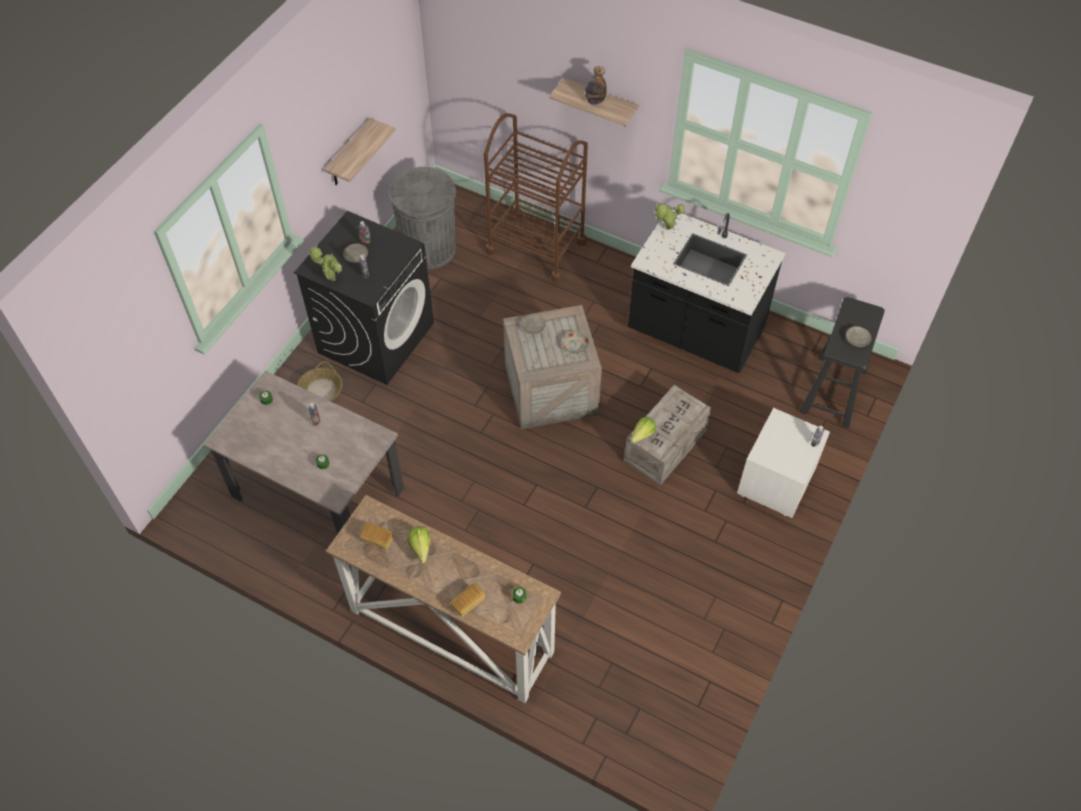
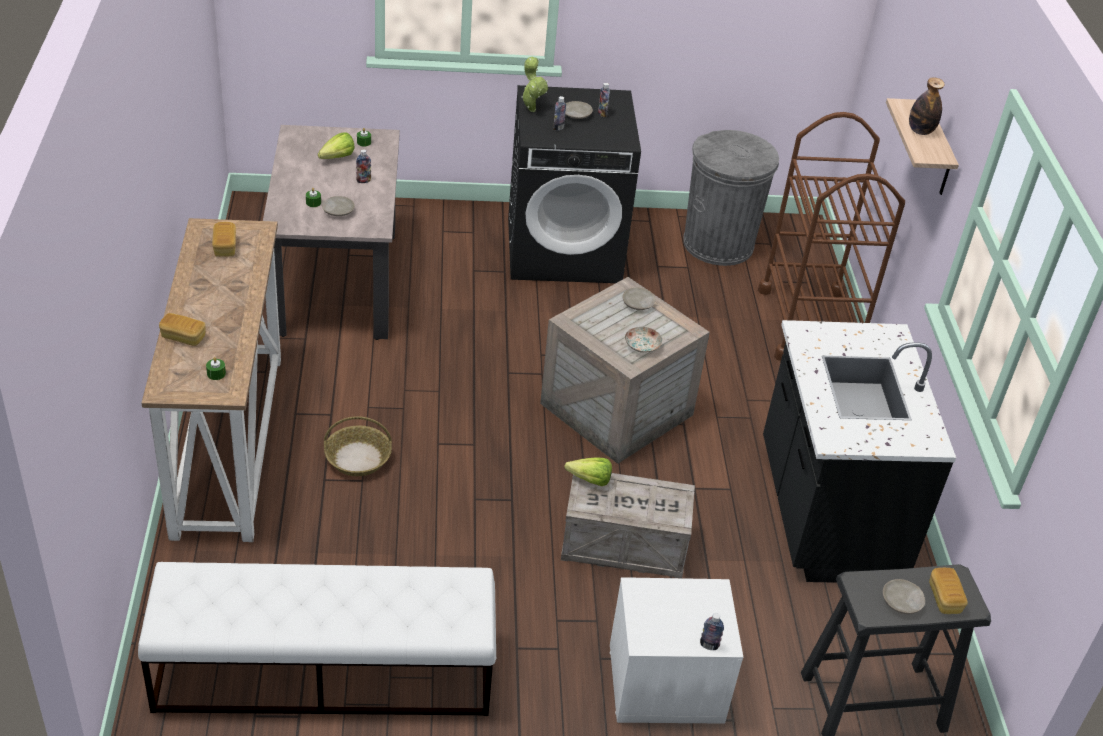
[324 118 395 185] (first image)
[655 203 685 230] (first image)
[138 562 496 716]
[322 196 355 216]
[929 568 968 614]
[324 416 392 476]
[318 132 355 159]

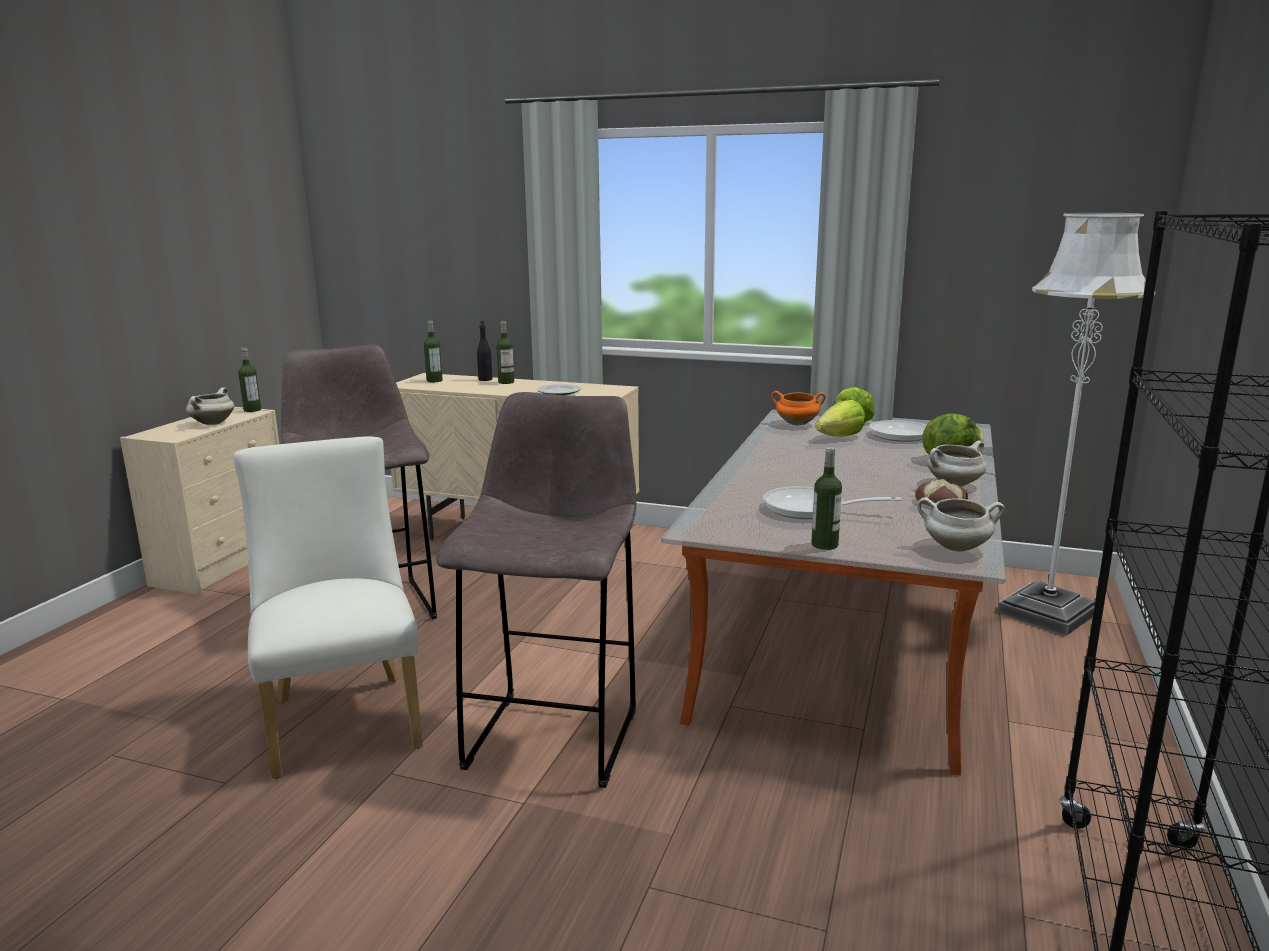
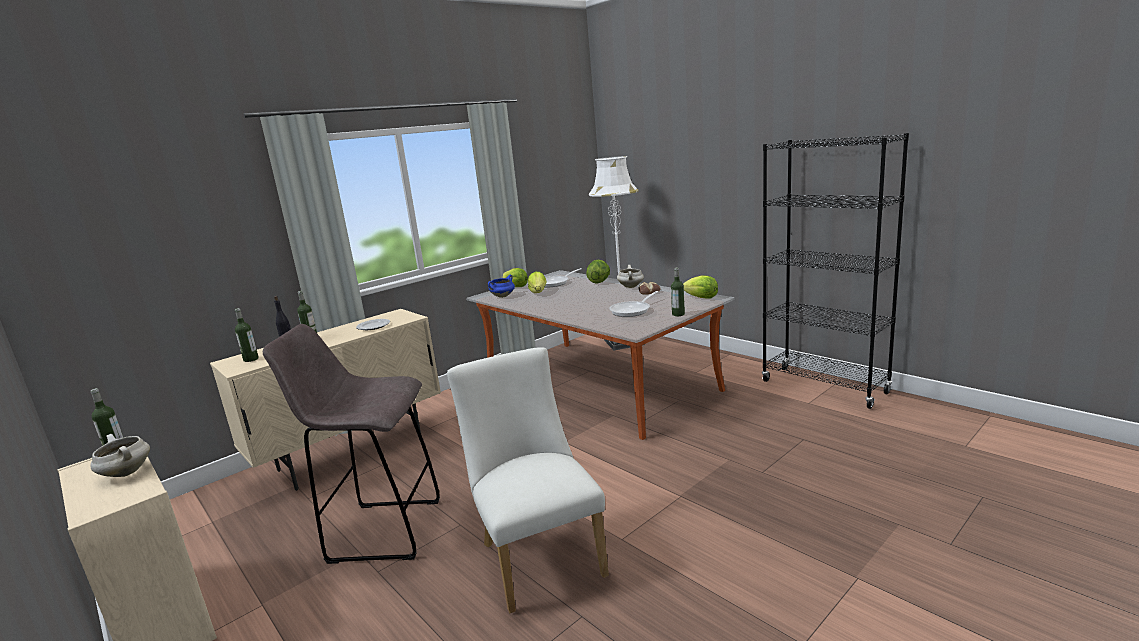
[436 392 636 788] (first image)
[683 275 718 299]
[488 275 515 298]
[447 347 609 613]

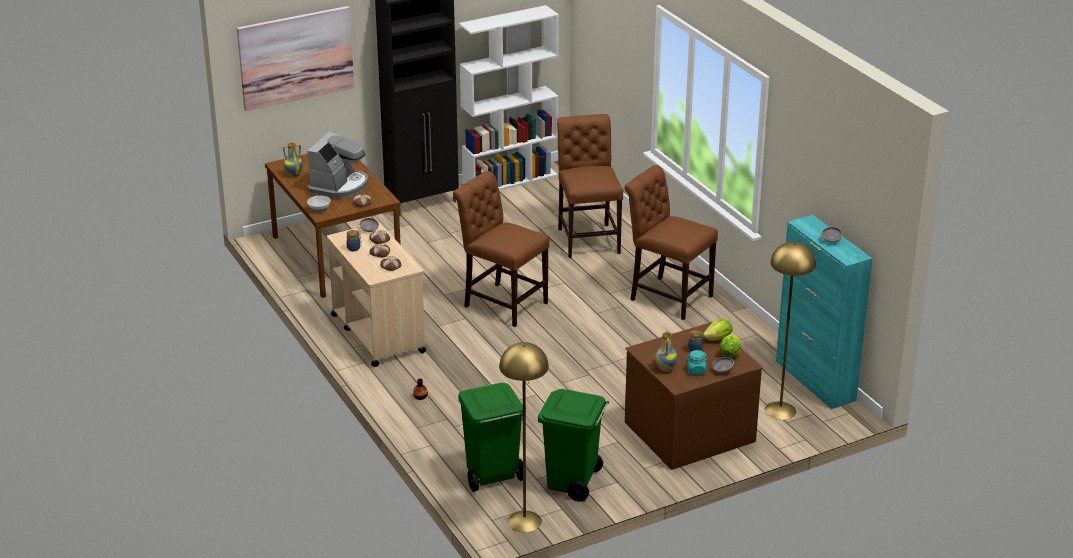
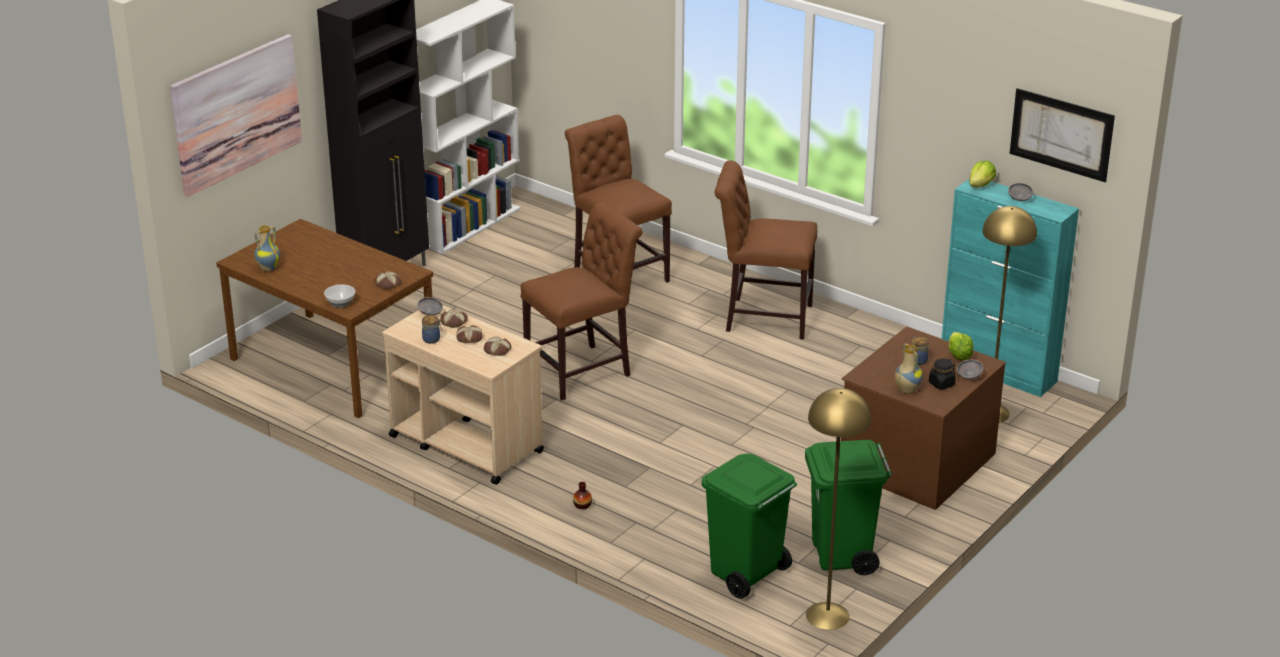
[307 132 368 198] (first image)
[1010 88 1115 182]
[969 160 996 188]
[929 358 956 390]
[521 202 643 400]

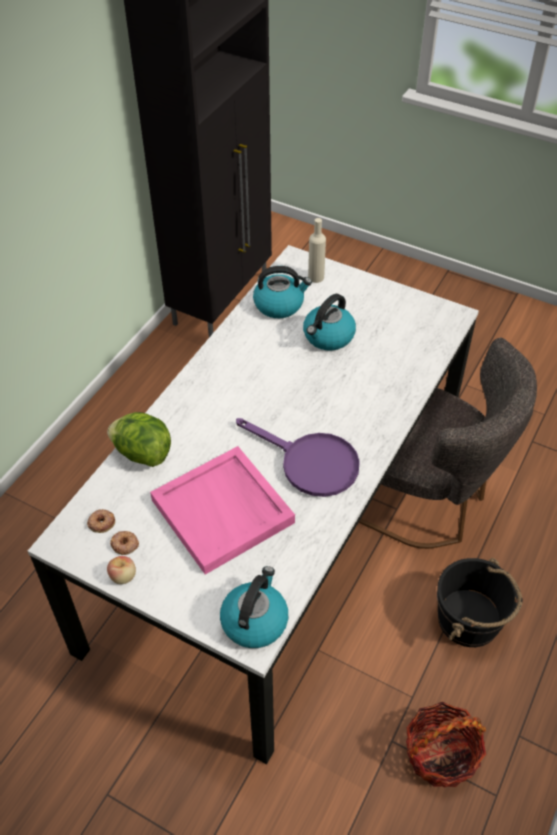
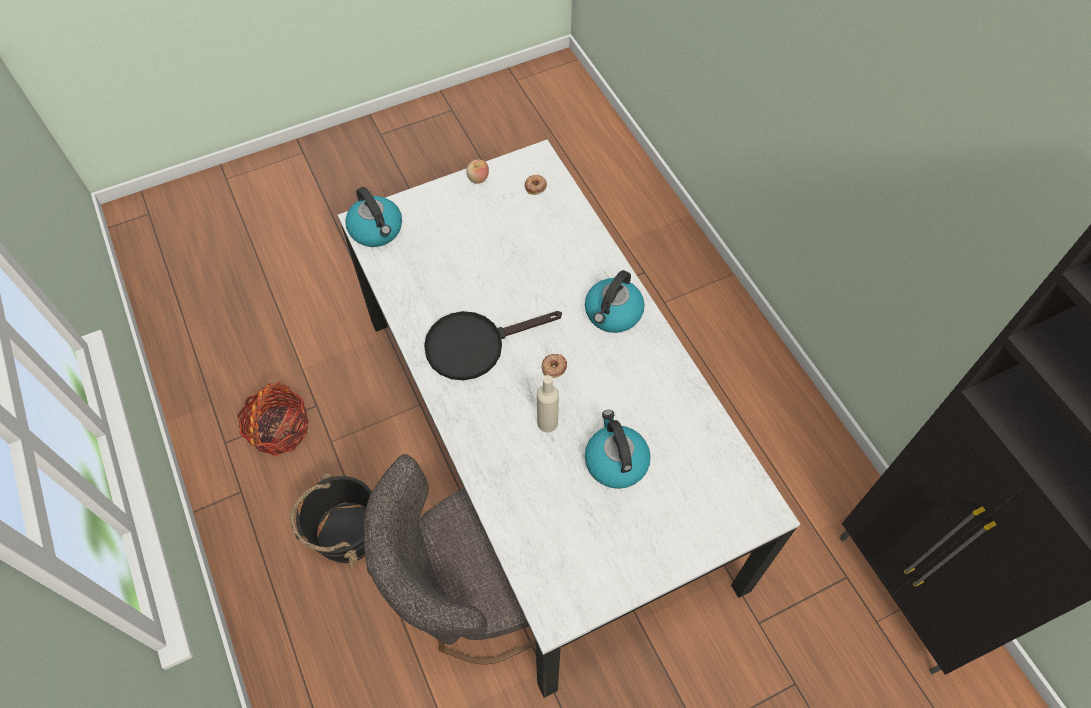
[107 412 171 467] (first image)
[150 446 295 575] (first image)
[542 354 567 378]
[585 270 644 333]
[537 375 559 433]
[424 311 562 380]

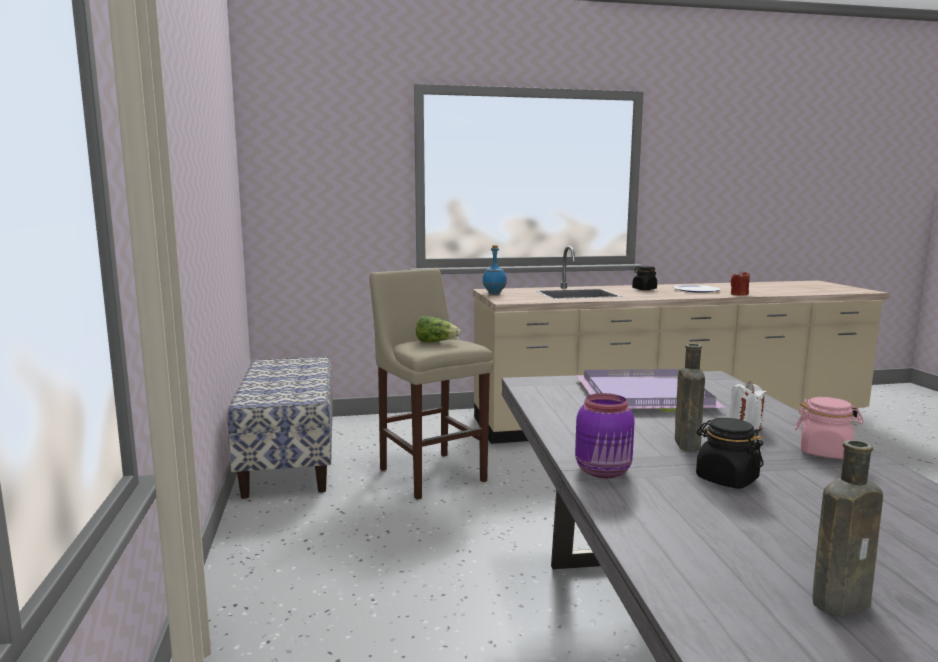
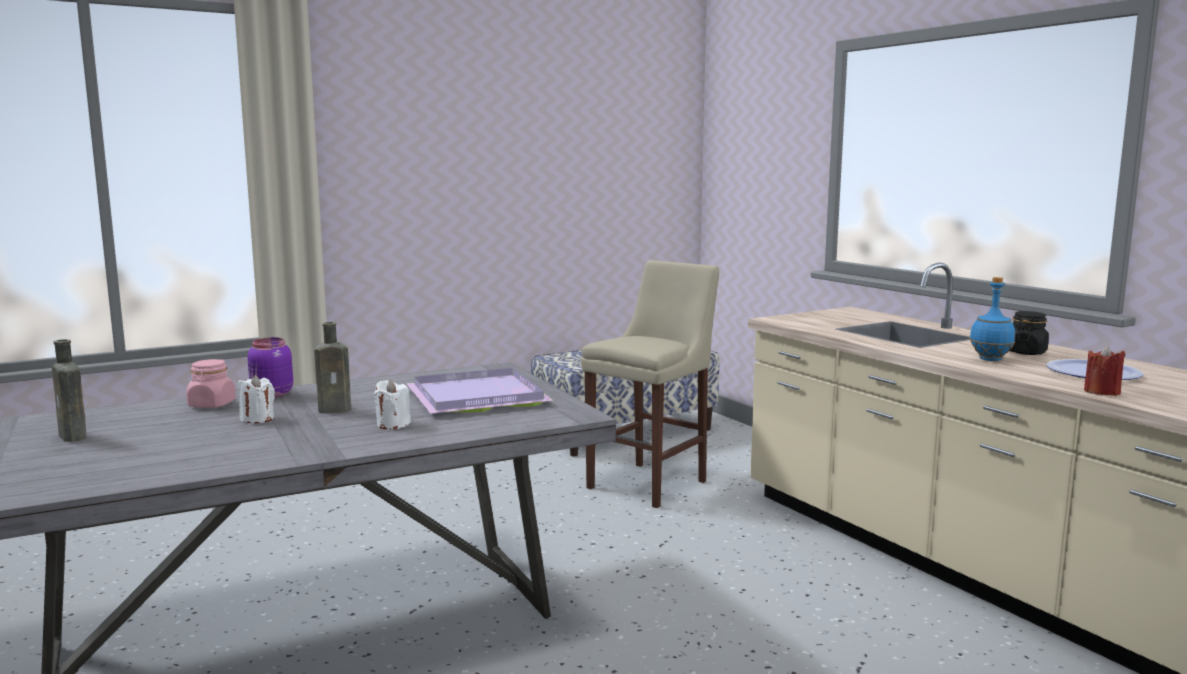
[416 316 461 342] (first image)
[970 277 1015 361]
[186 359 236 408]
[238 375 275 423]

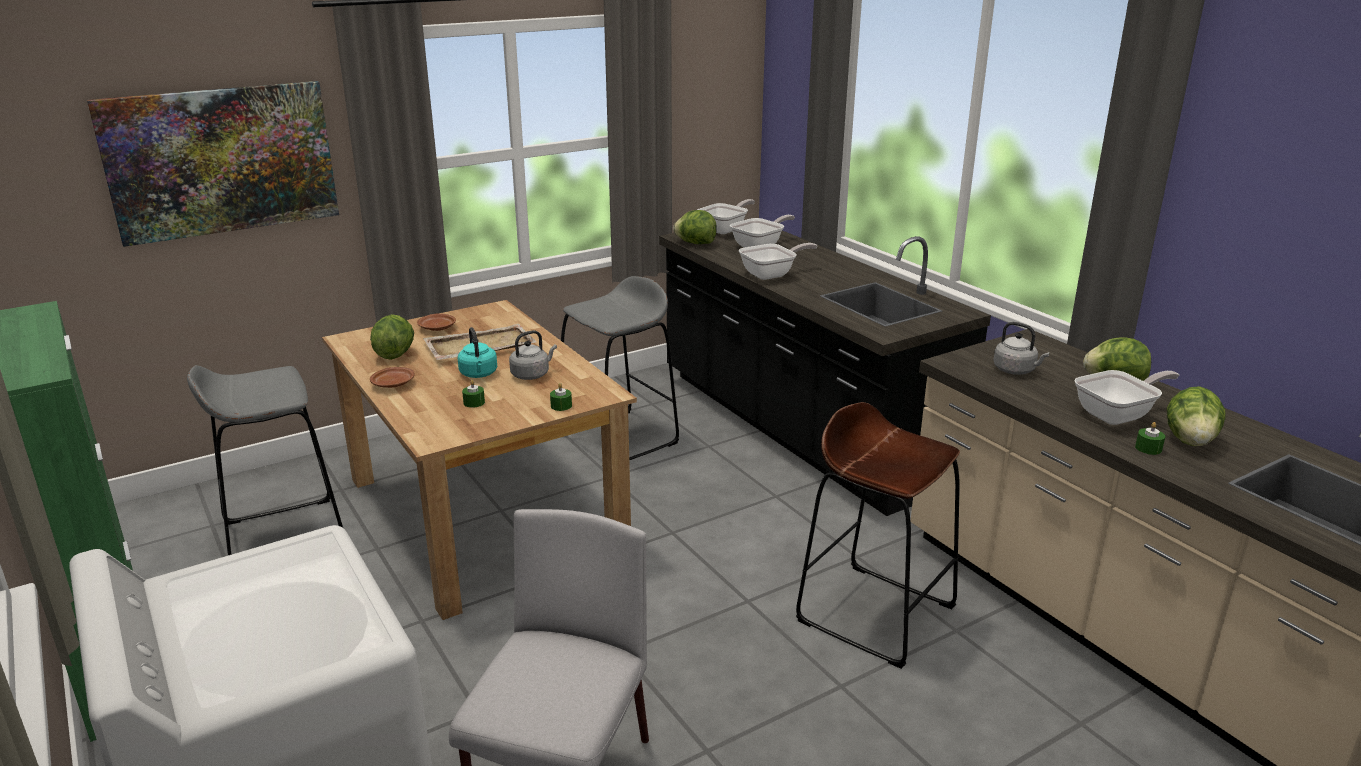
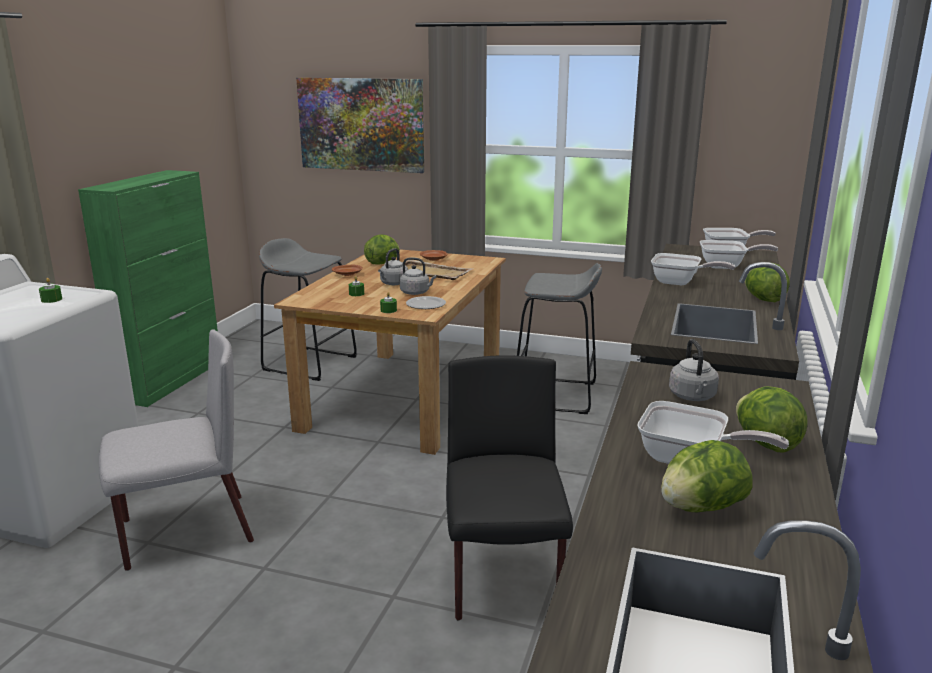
[406 296 446 309]
[745 262 790 302]
[39 278 62 303]
[446 355 573 621]
[378 248 408 285]

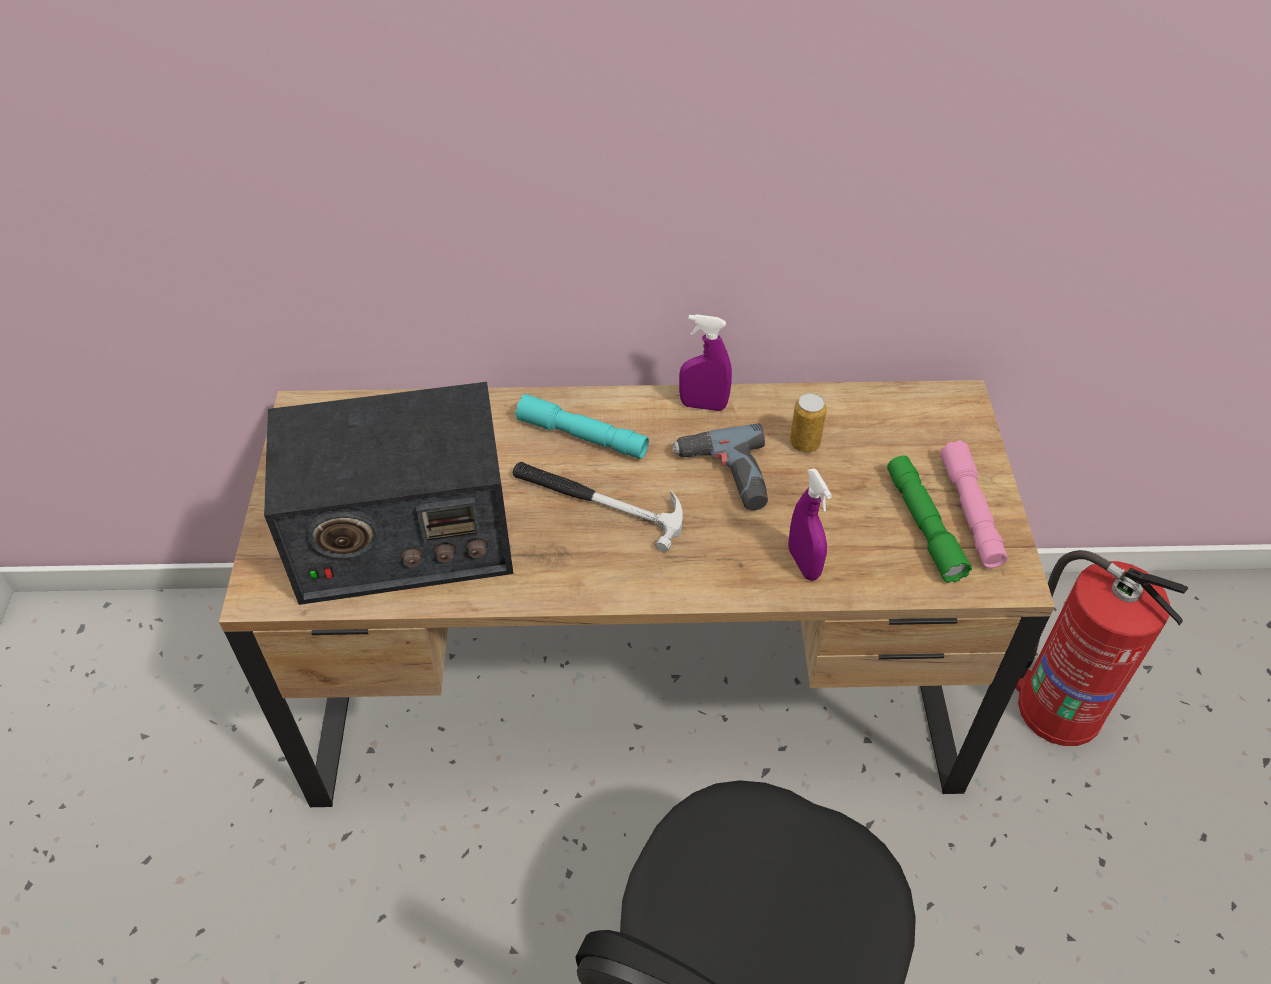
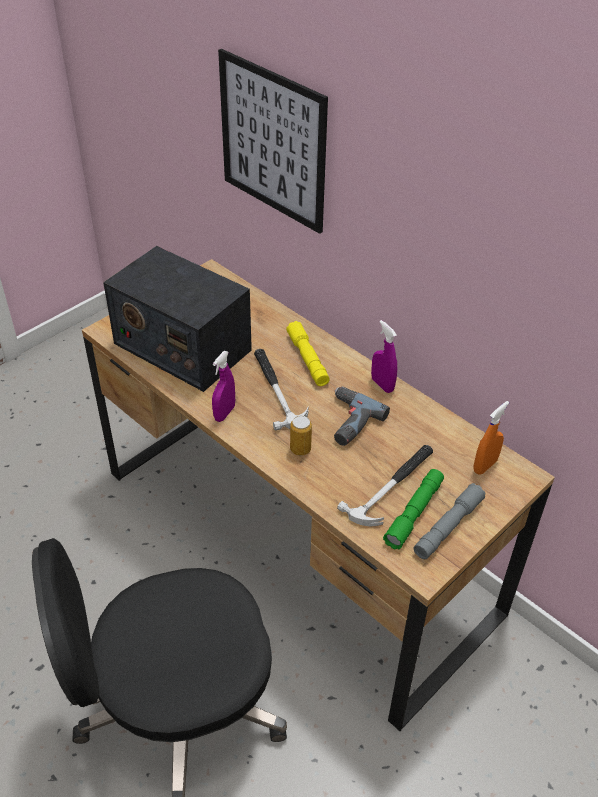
[1015 550 1188 746] (first image)
[218 49 328 234]
[337 445 433 526]
[474 401 509 474]
[212 351 235 422]
[290 416 312 456]
[286 321 330 386]
[414 483 486 559]

